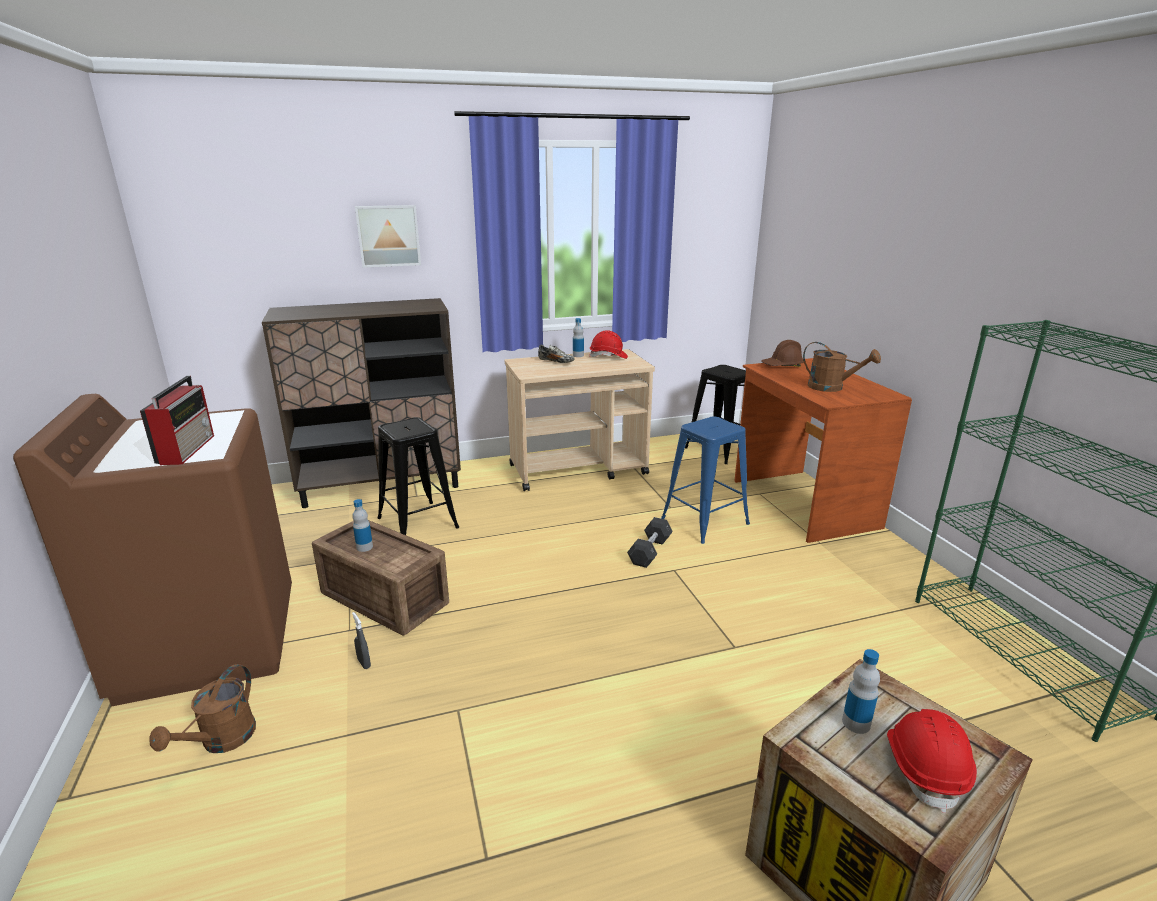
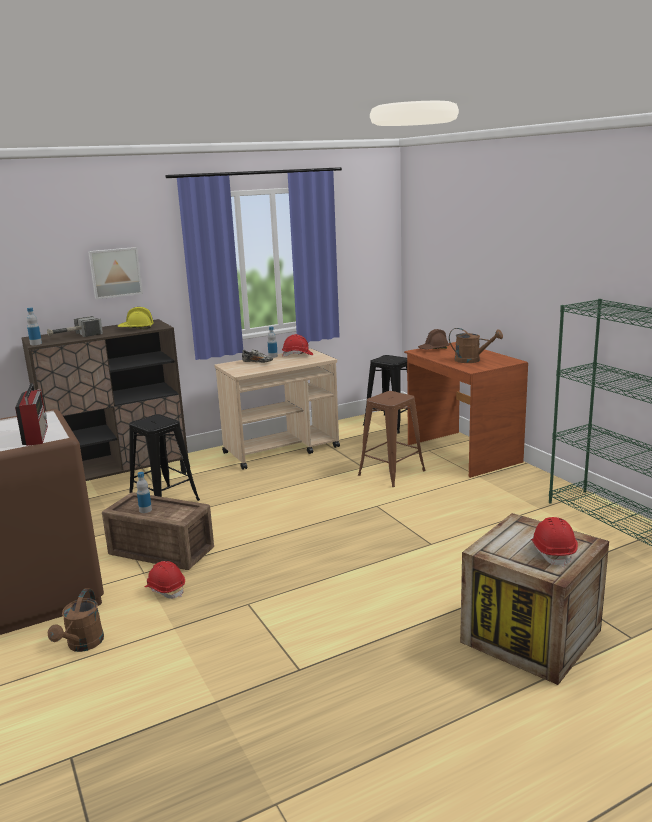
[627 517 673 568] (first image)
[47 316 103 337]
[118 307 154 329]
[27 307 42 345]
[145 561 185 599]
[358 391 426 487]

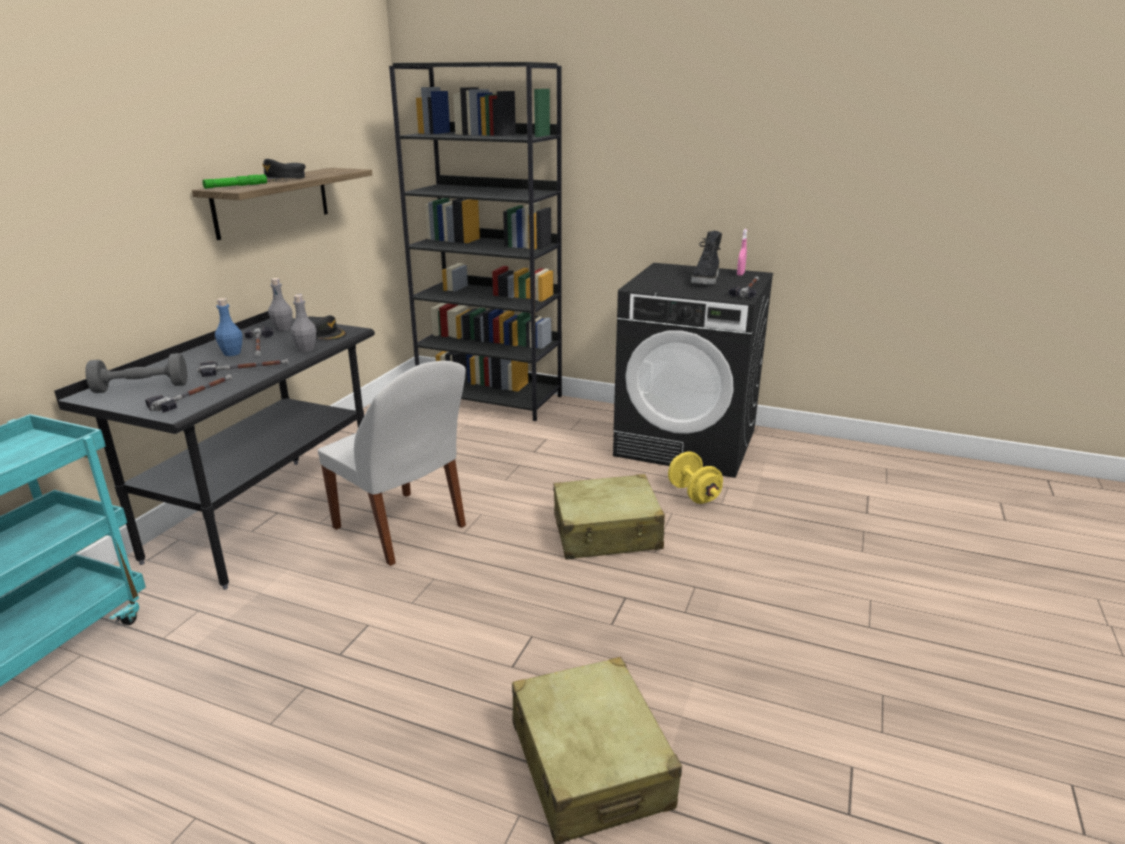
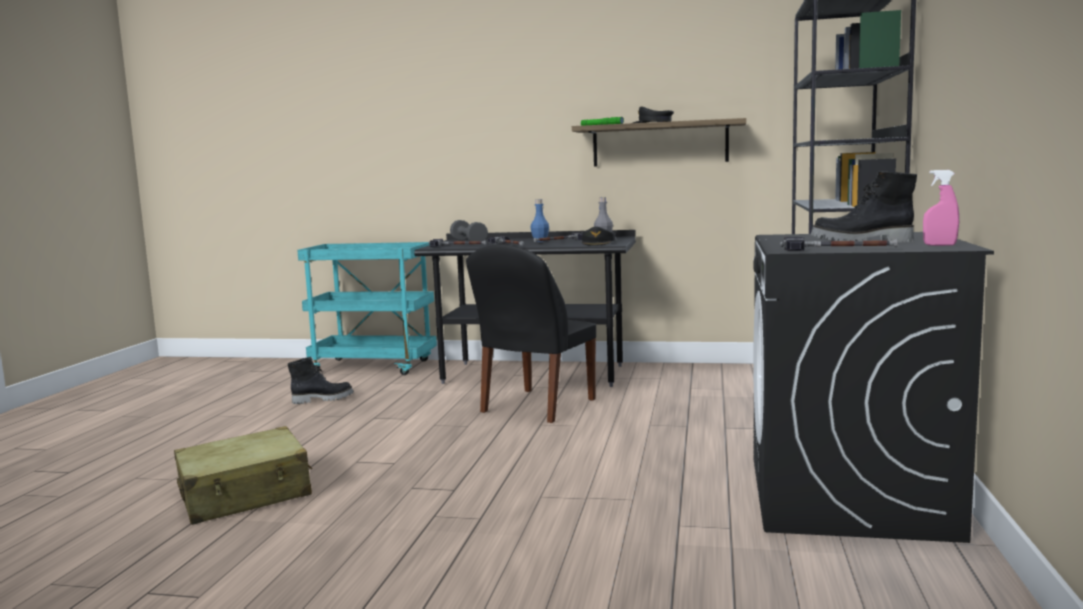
[291 295 316 352] (first image)
[553 474 665 559] (first image)
[668 451 723 504] (first image)
[288 357 354 404]
[466 244 596 423]

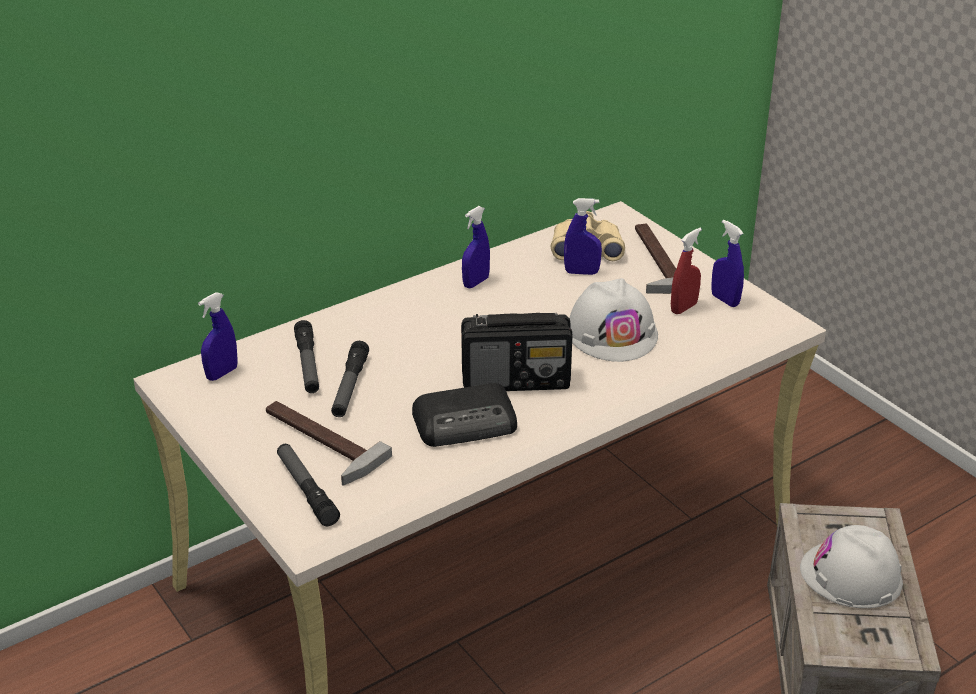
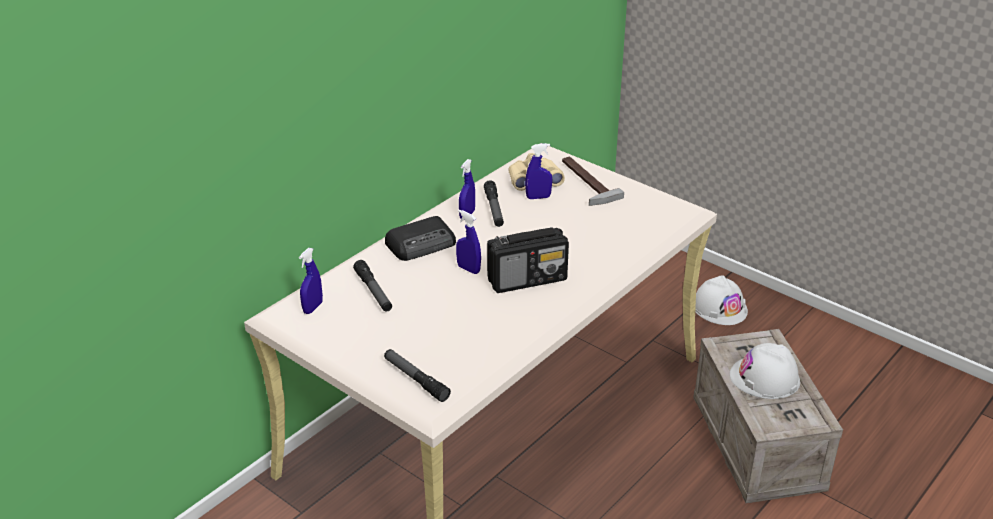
[266 401 392 486] (first image)
[671 228 702 314] (first image)
[484 180 504 227]
[385 216 456 261]
[695 275 748 325]
[456 210 481 274]

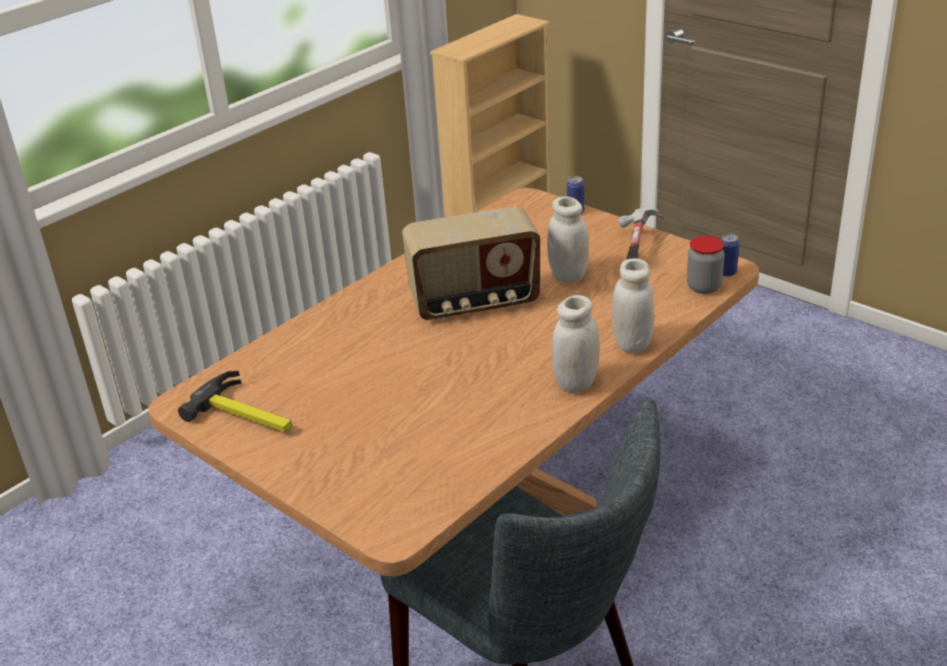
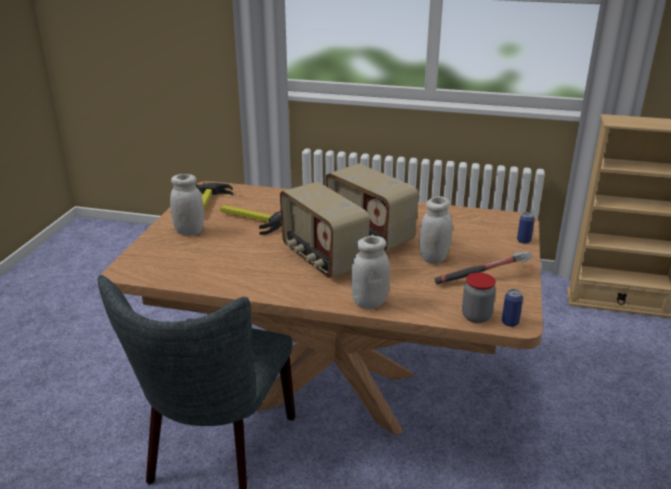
[220 205 281 235]
[280 182 370 278]
[170 174 204 236]

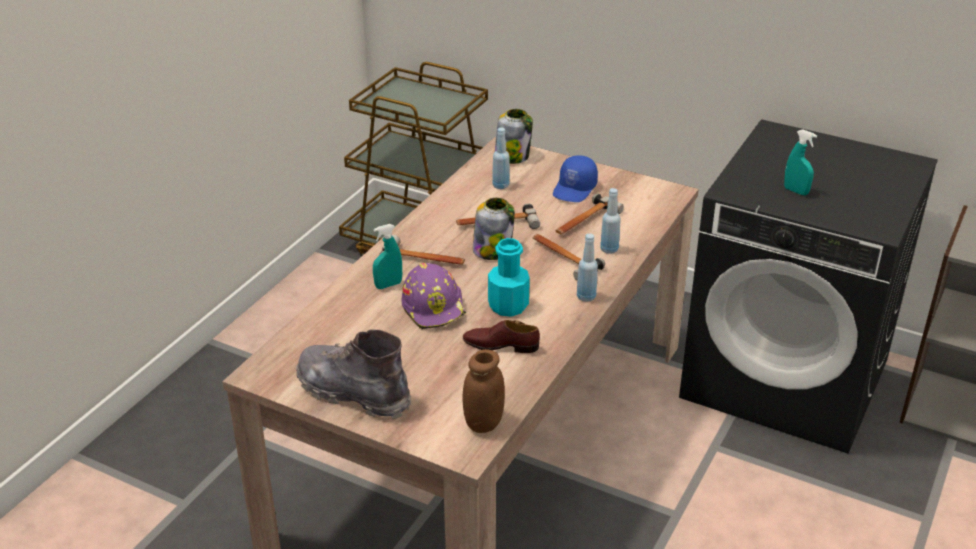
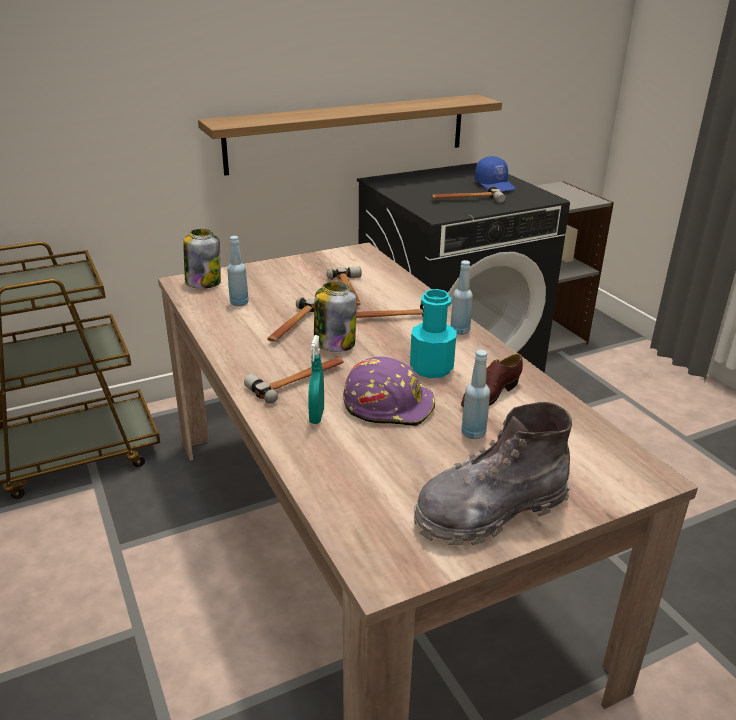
[462 349 505 433] (first image)
[198 94 502 176]
[475 156 516 191]
[461 350 490 439]
[431 186 506 204]

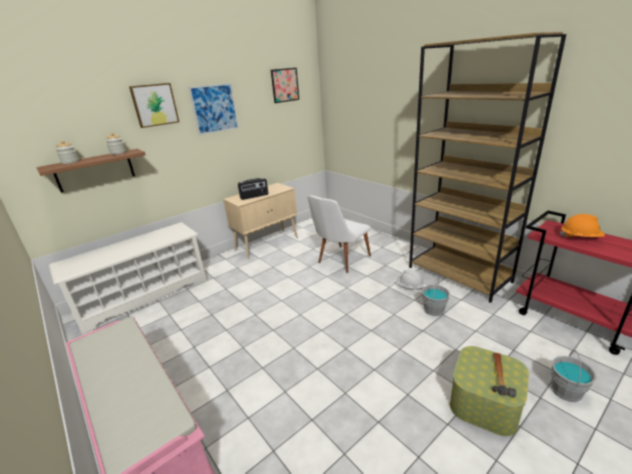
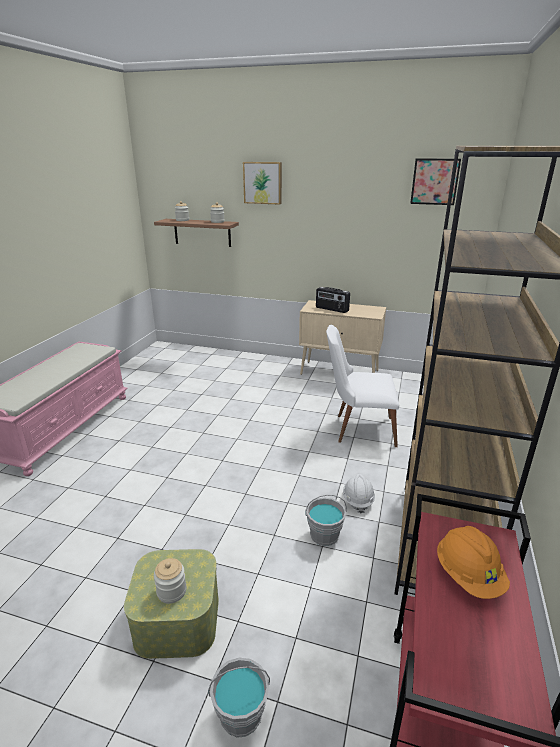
[49 222 207 334] (first image)
[189 83 239 135] (first image)
[154 558 187 604]

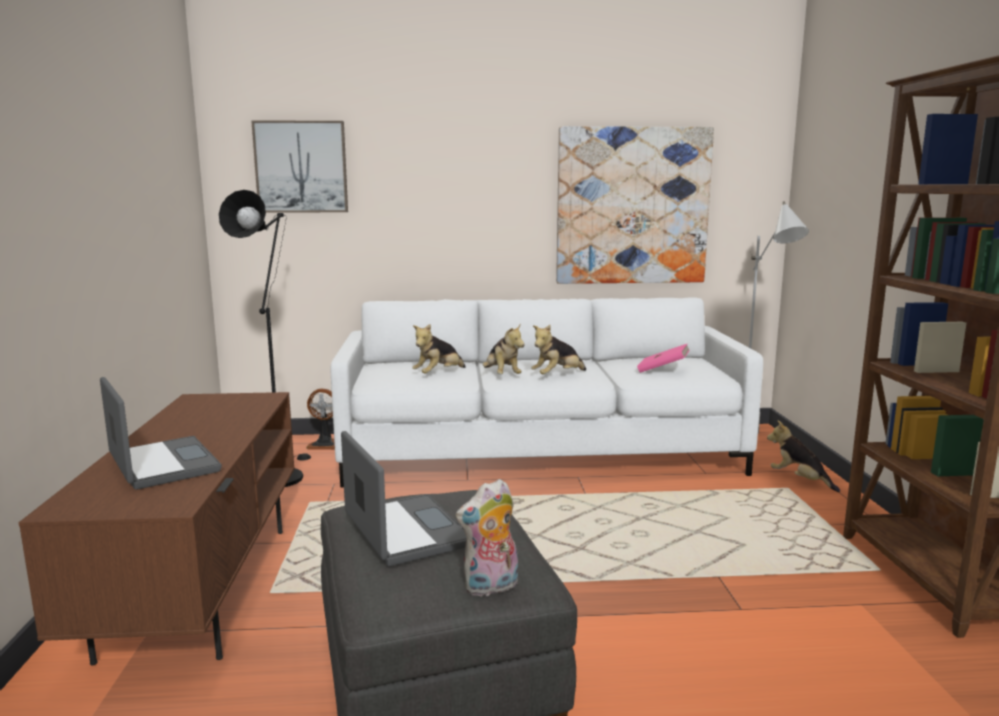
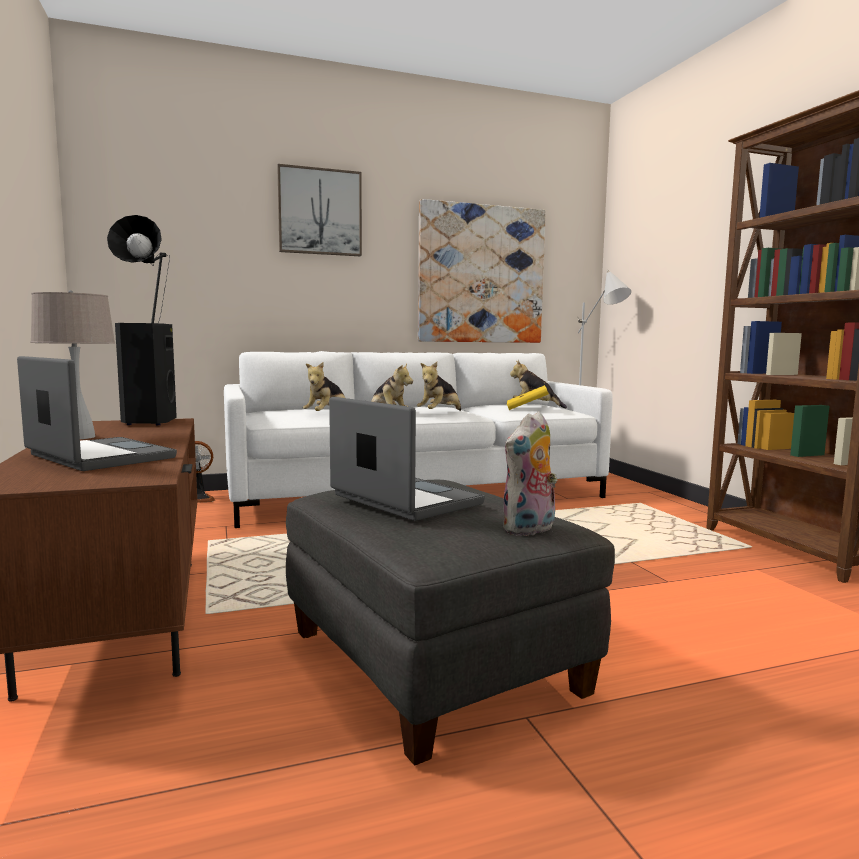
[30 290 115 439]
[115 323 177 425]
[277 164 362 256]
[510 360 567 409]
[507 385 549 410]

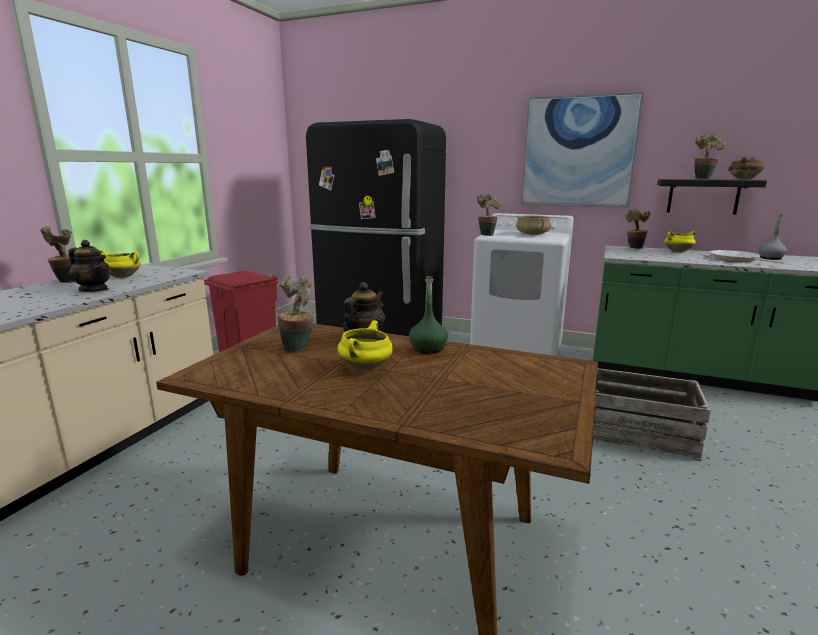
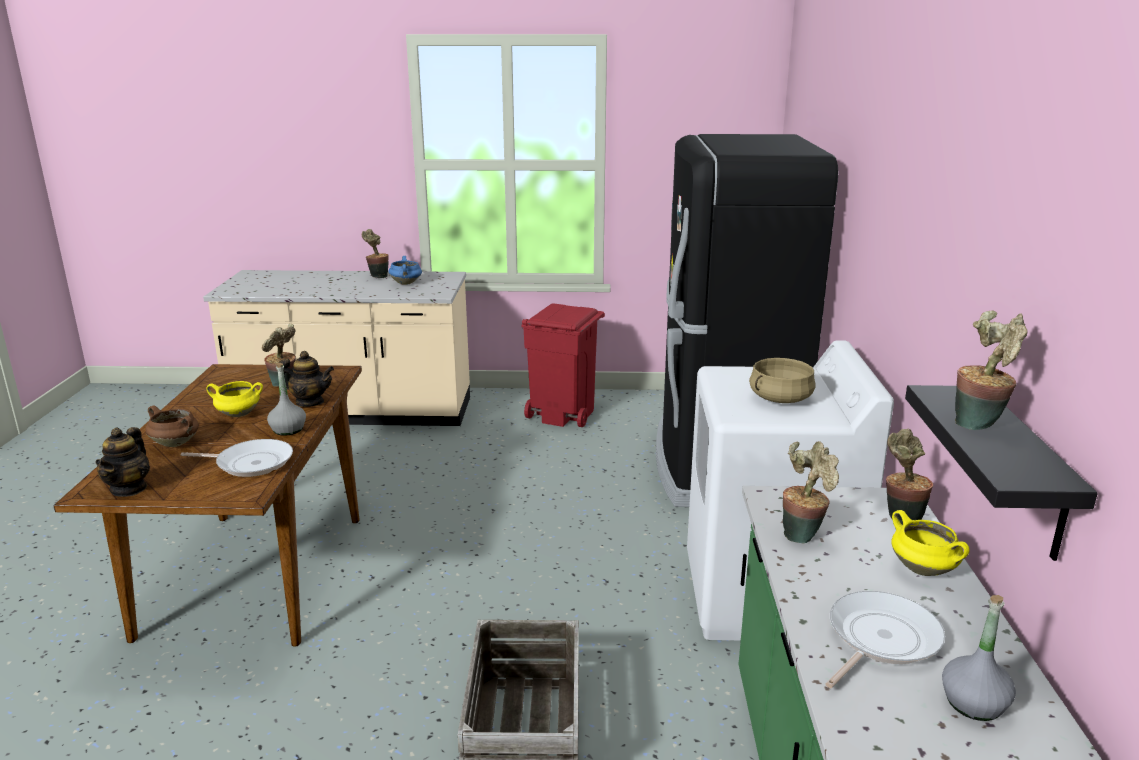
[521 92 644 208] (first image)
[180 439 293 477]
[95 427 150 497]
[783 441 839 543]
[146 405 199 447]
[389 256 422 285]
[267 363 306 436]

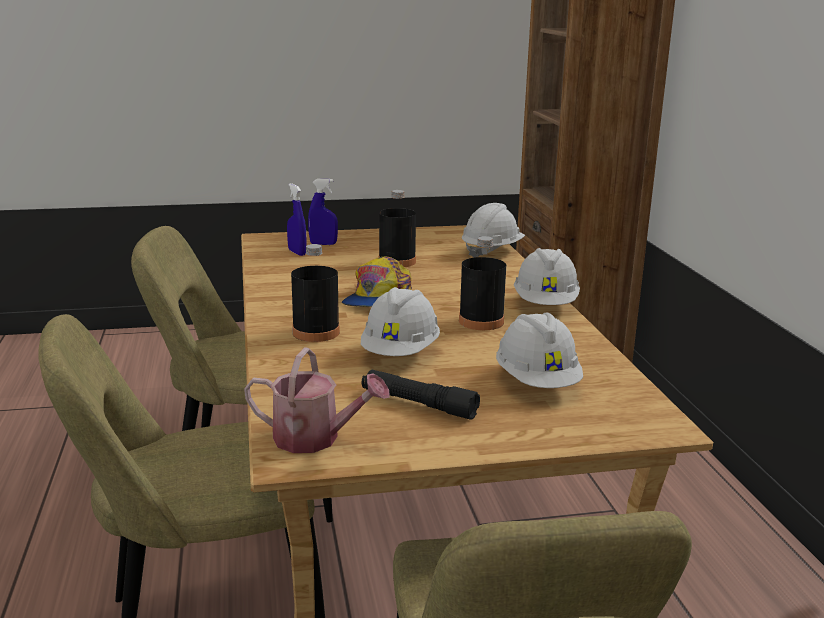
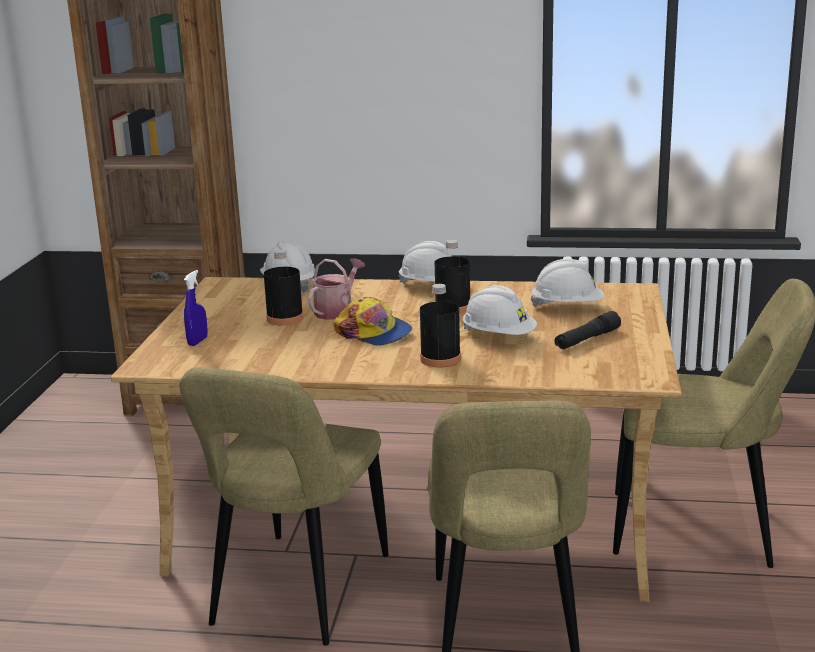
[287 183 307 256] (first image)
[308 258 365 320]

